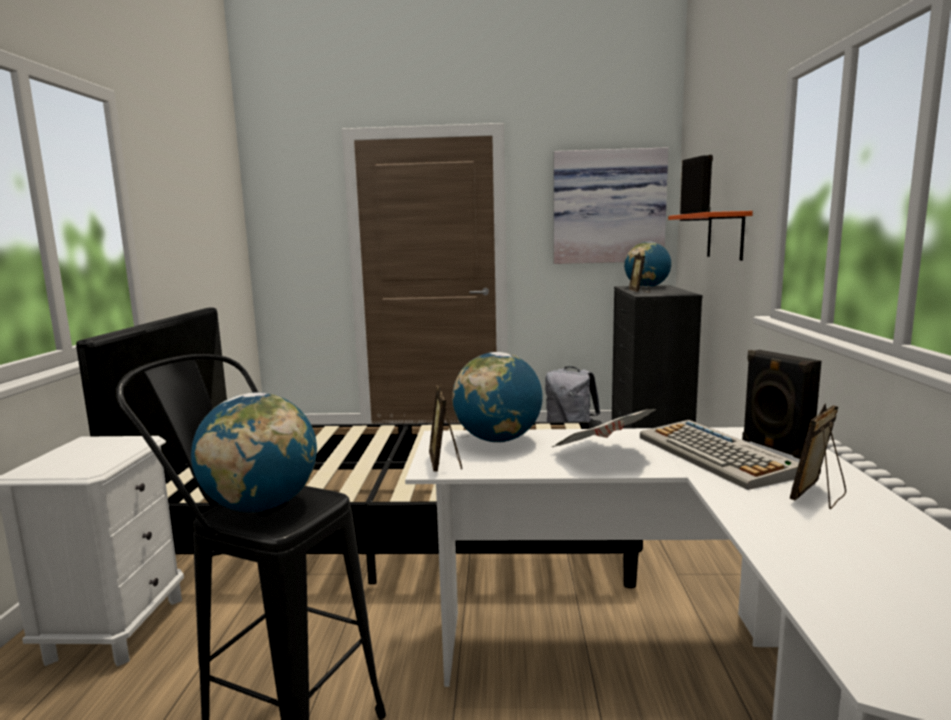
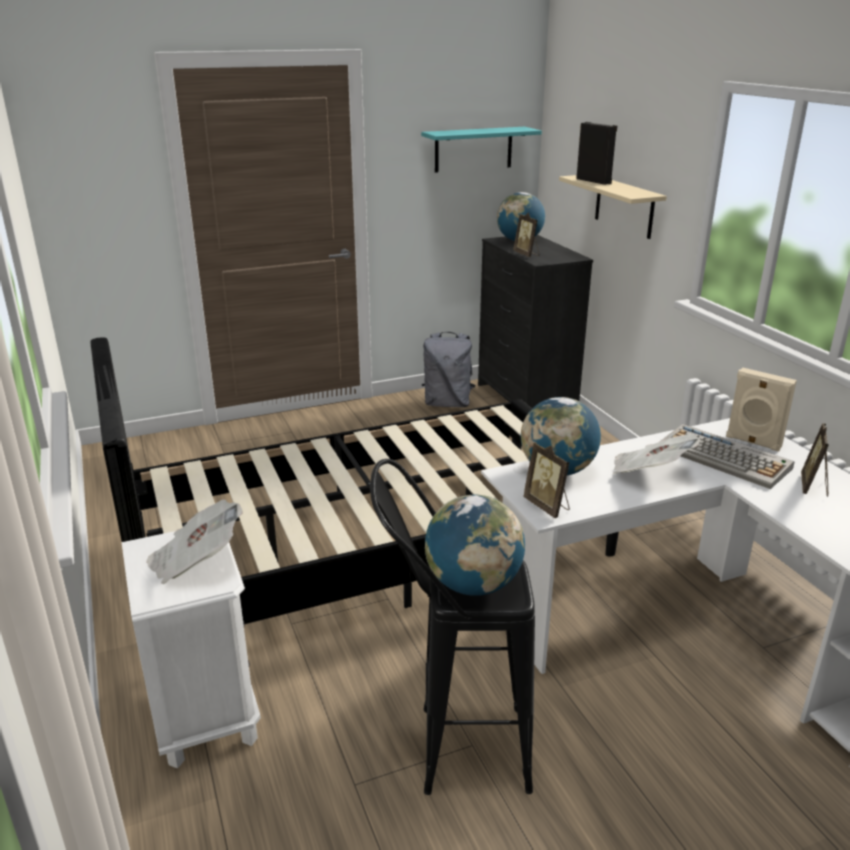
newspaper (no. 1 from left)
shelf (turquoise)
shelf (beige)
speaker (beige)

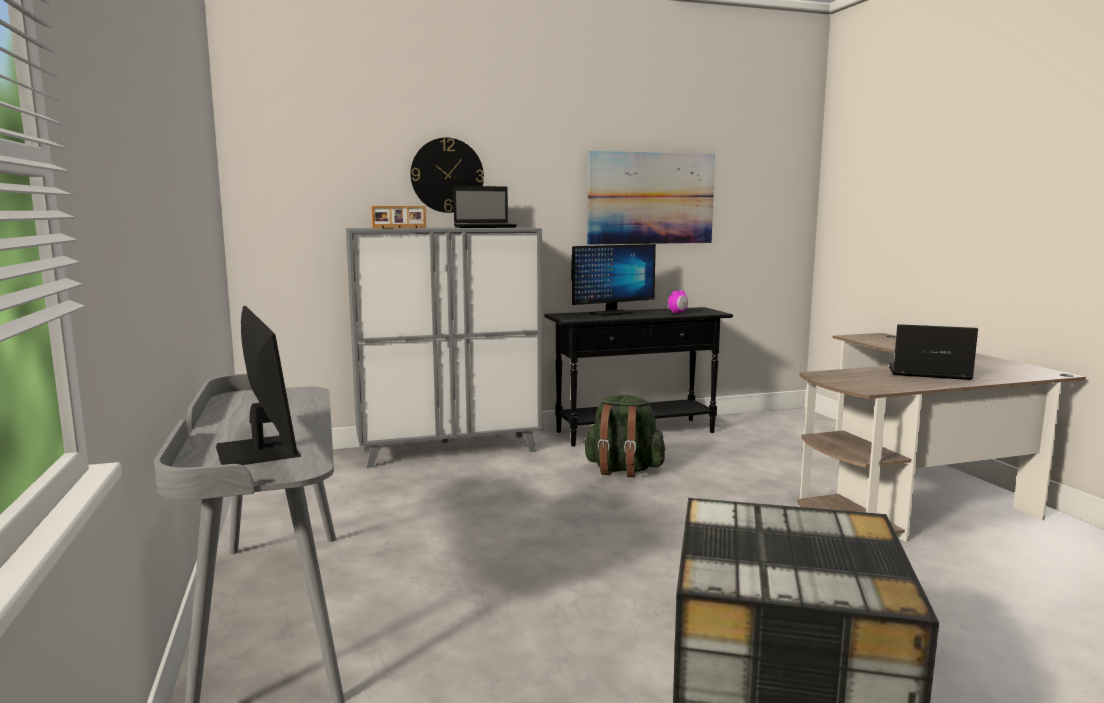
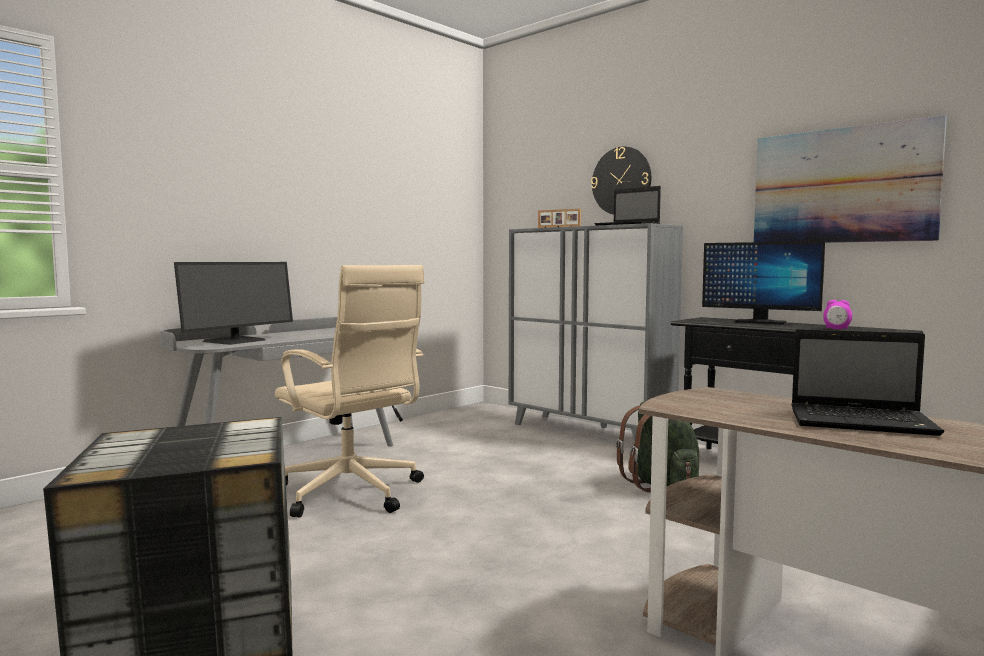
office chair (beige)
laptop (no. 2 from left)

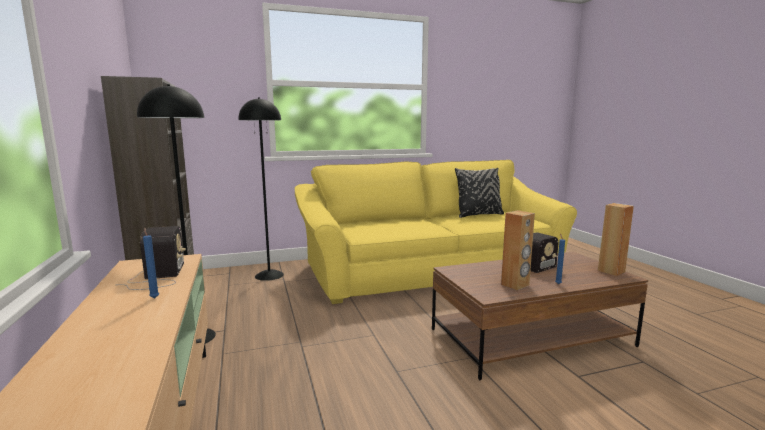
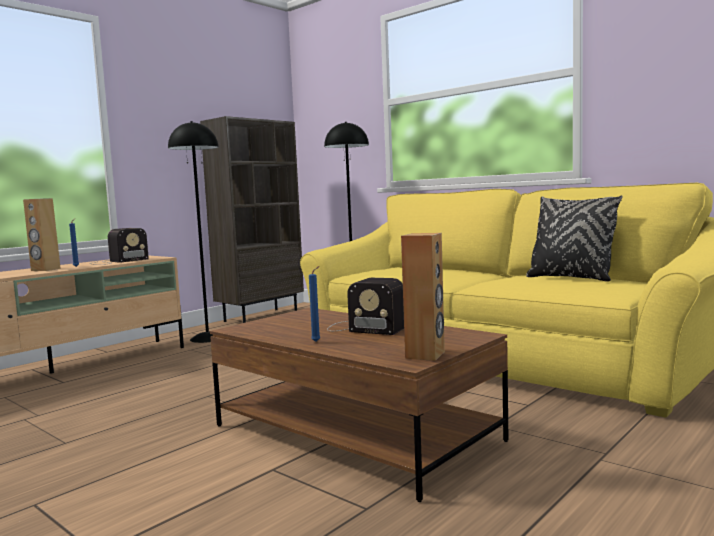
speaker (brown) (no. 1 from left)

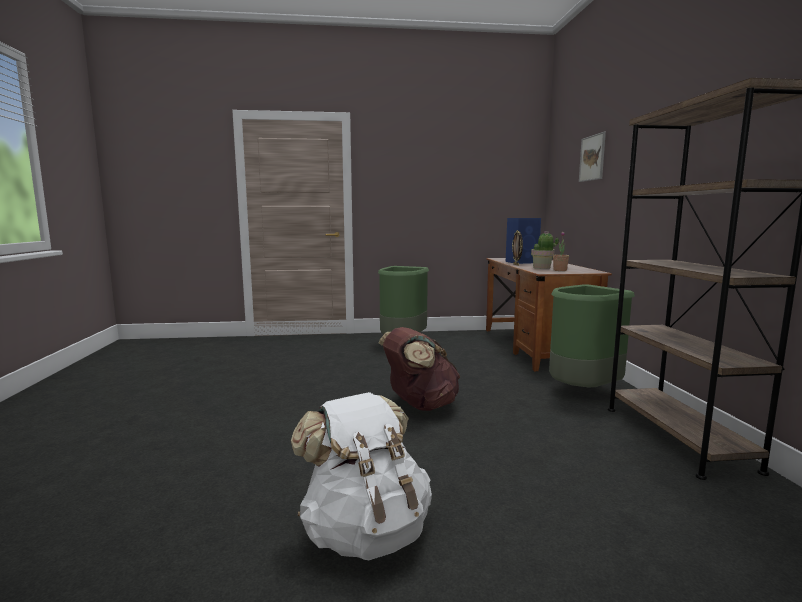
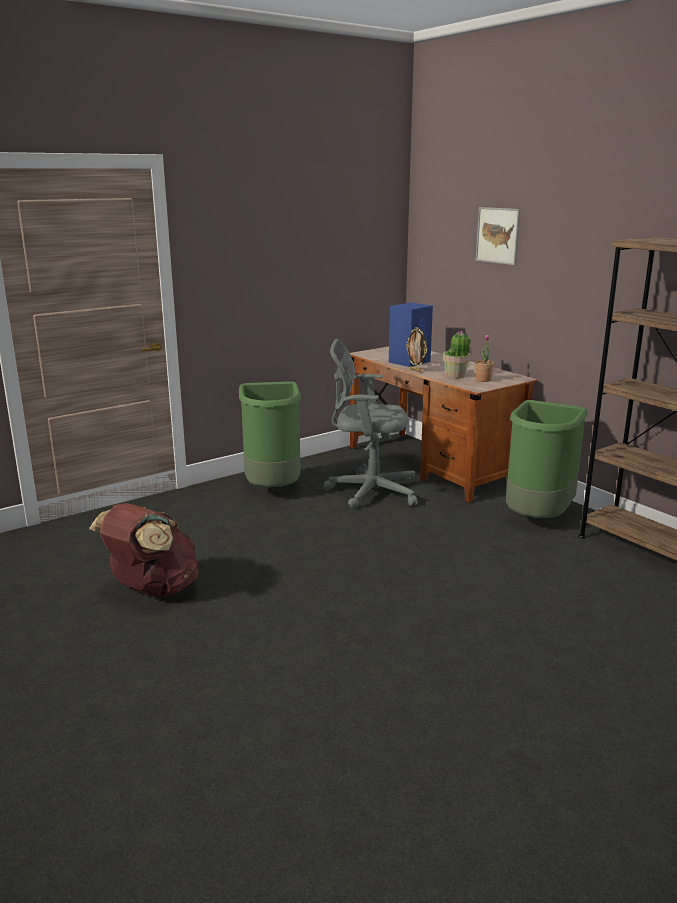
backpack (white)
office chair (grey)
backpack (brown)

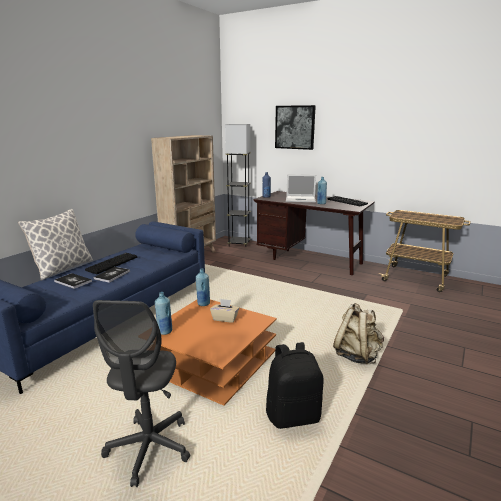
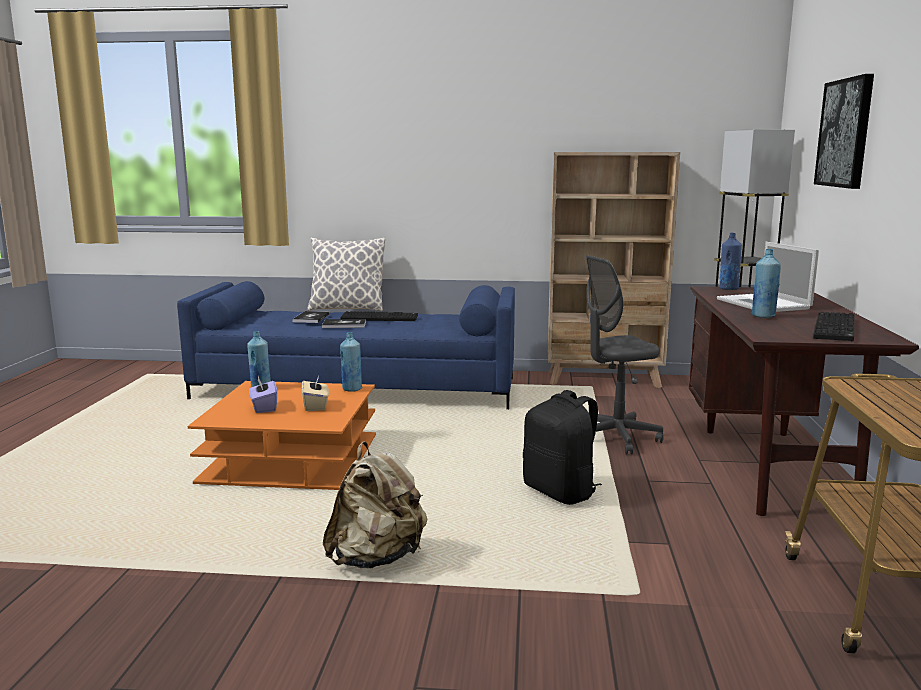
tissue box (purple)
office chair (grey)
backpack (black)

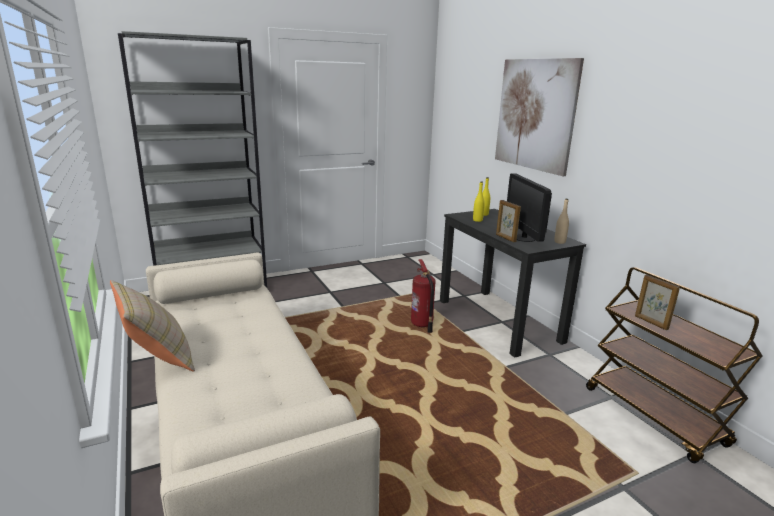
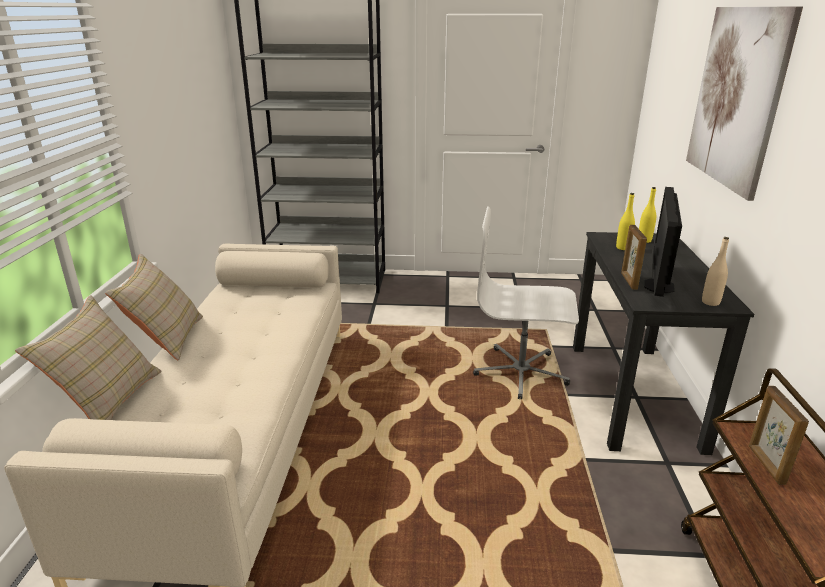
pillow (beige) (no. 1 from left)
office chair (white)

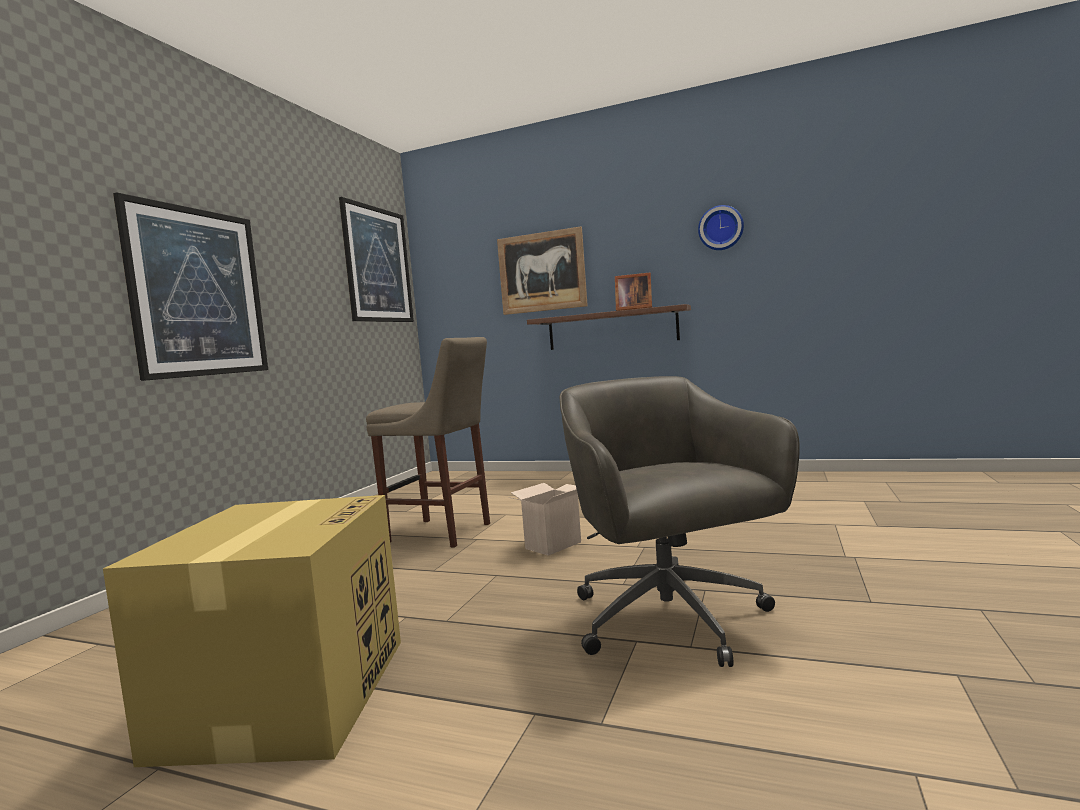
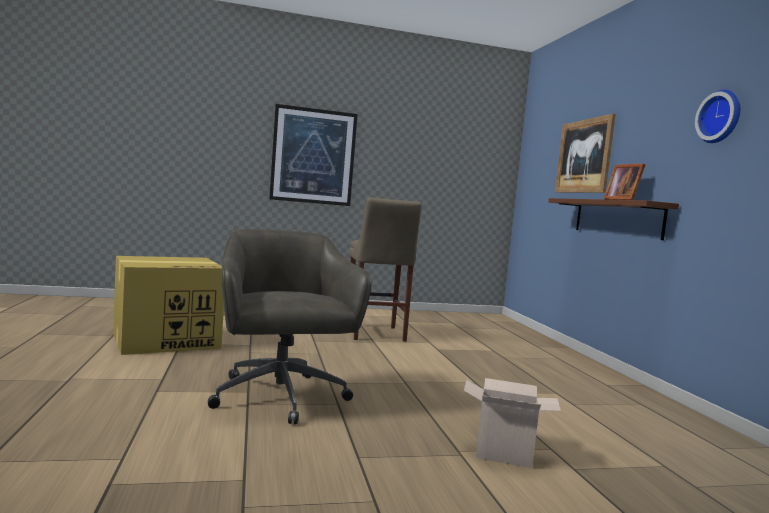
picture (no. 2 from left in the first image)
cardboard box (no. 2 from left)
office chair (grey)

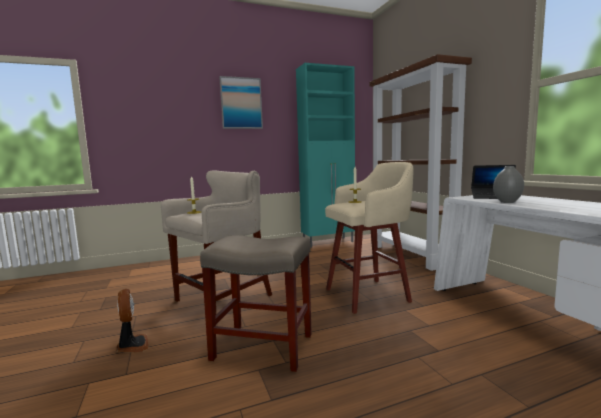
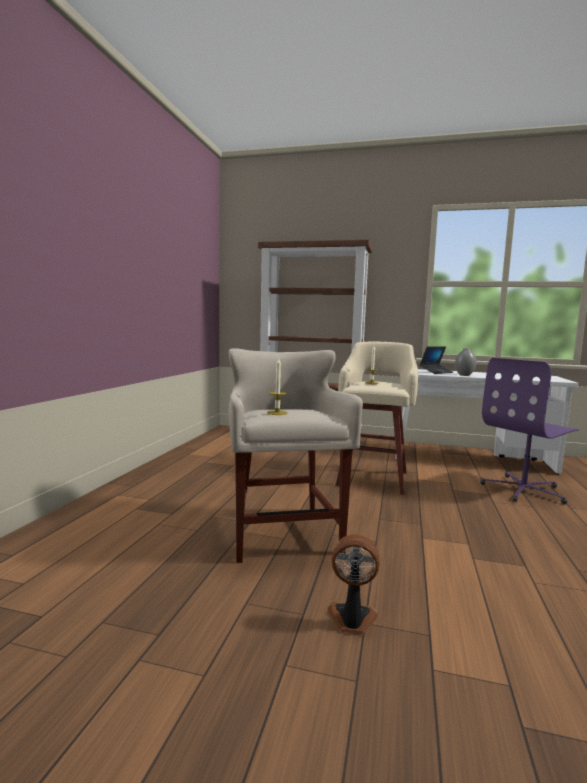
stool (beige) (no. 2 from left in the first image)
picture
cabinet (turquoise)
office chair (purple)

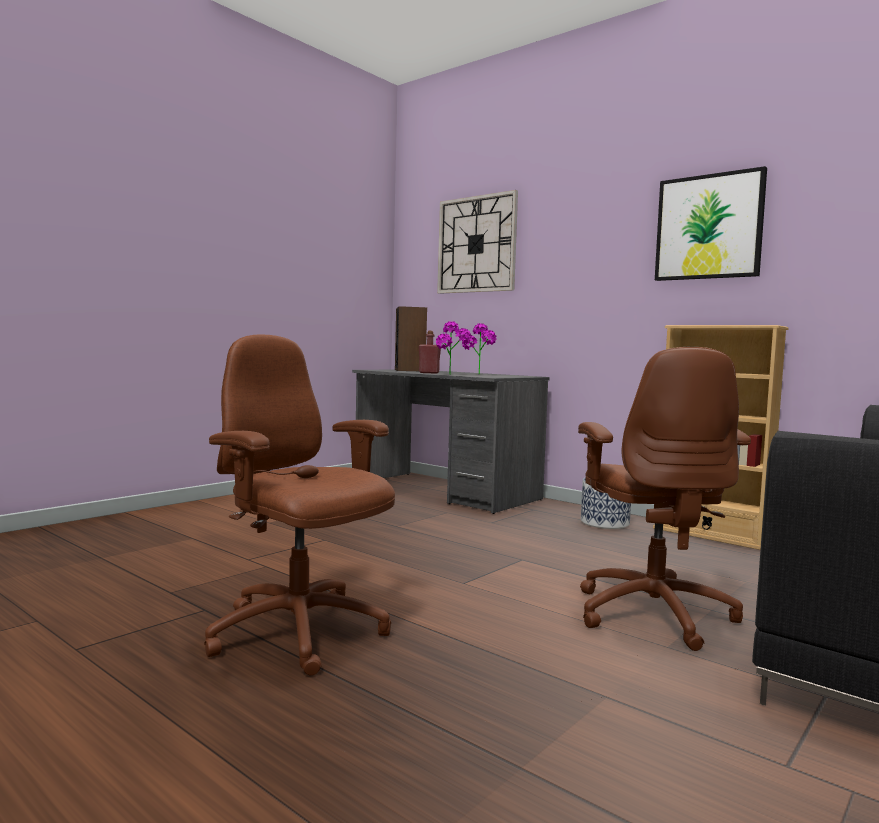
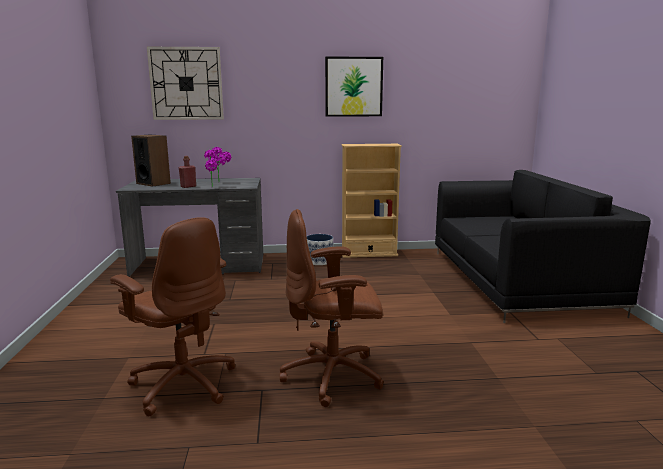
office chair (brown) (no. 1 from left)

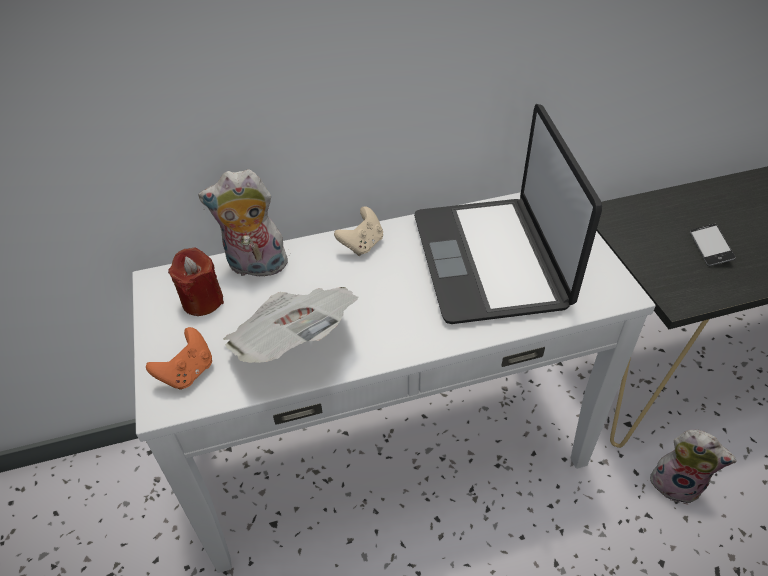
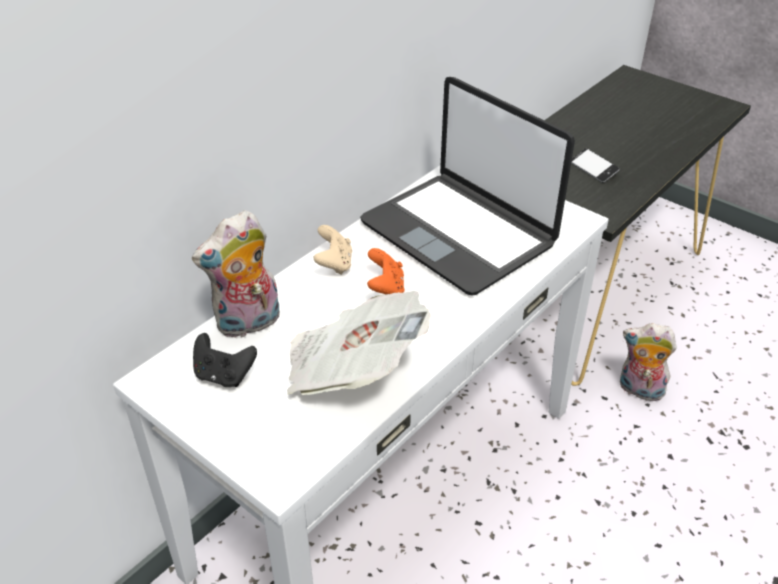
game controller (orange)
game controller (black)
plush toy (no. 2 from left)

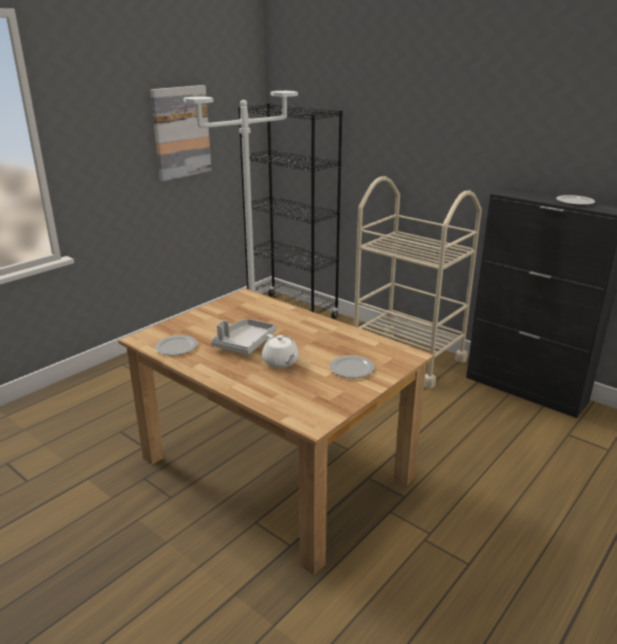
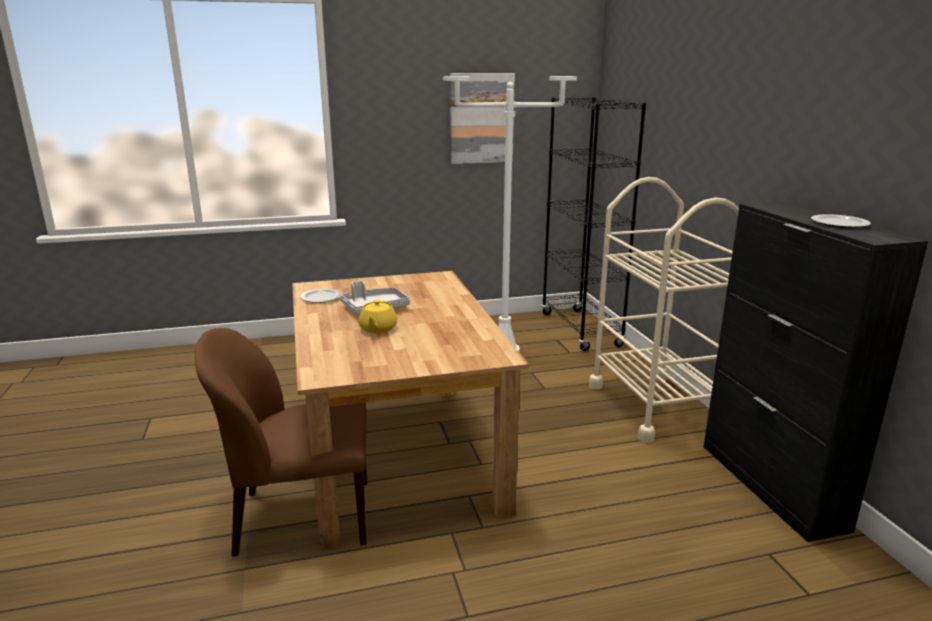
plate (no. 2 from left in the first image)
chair (brown)
teapot (yellow)

